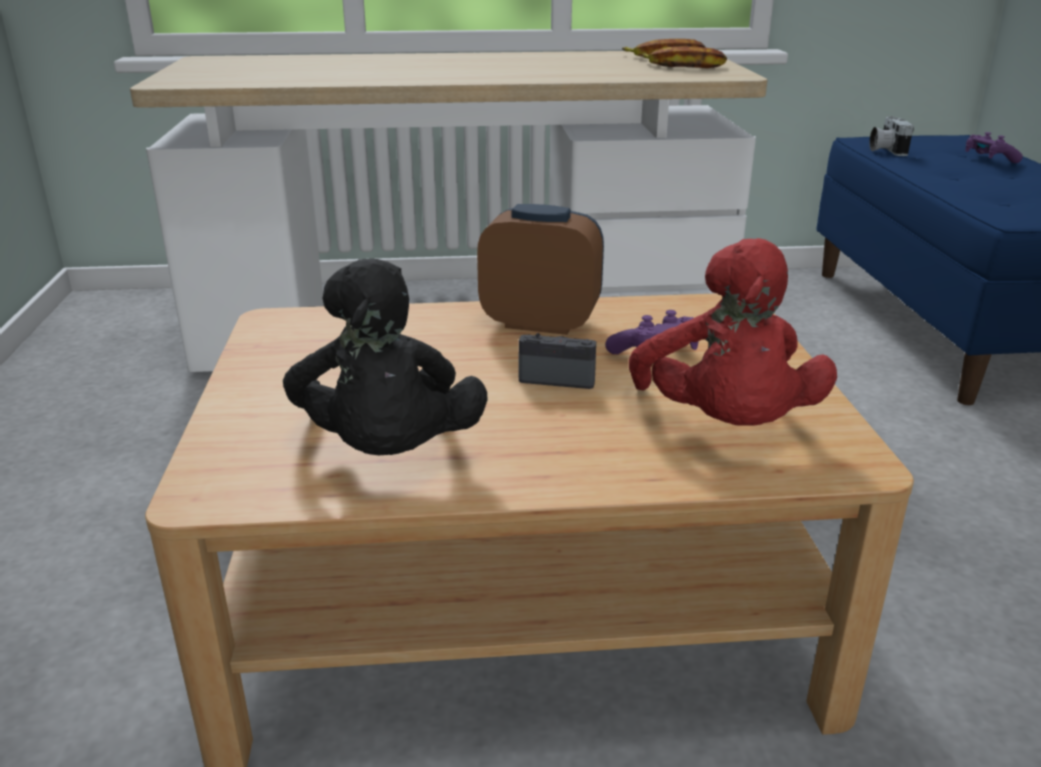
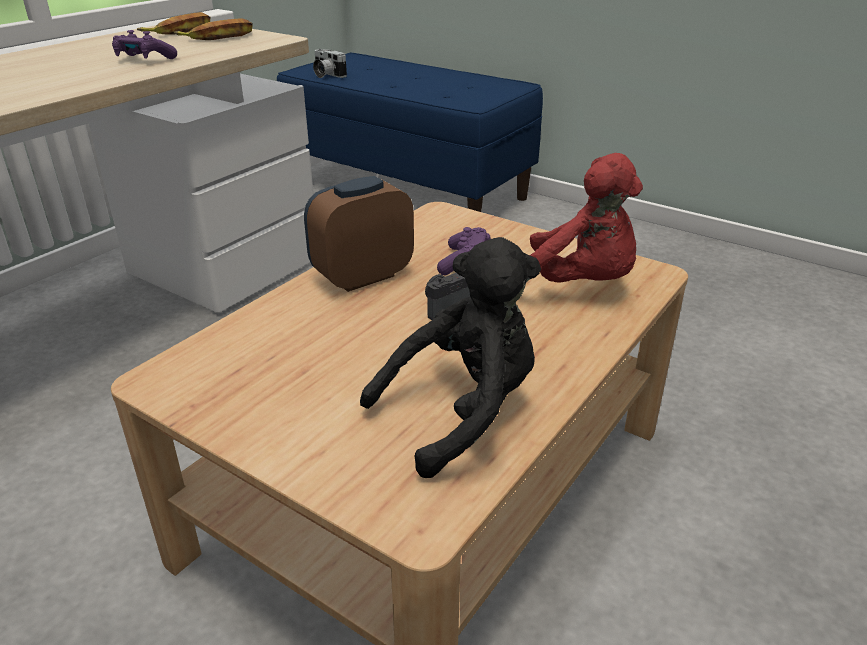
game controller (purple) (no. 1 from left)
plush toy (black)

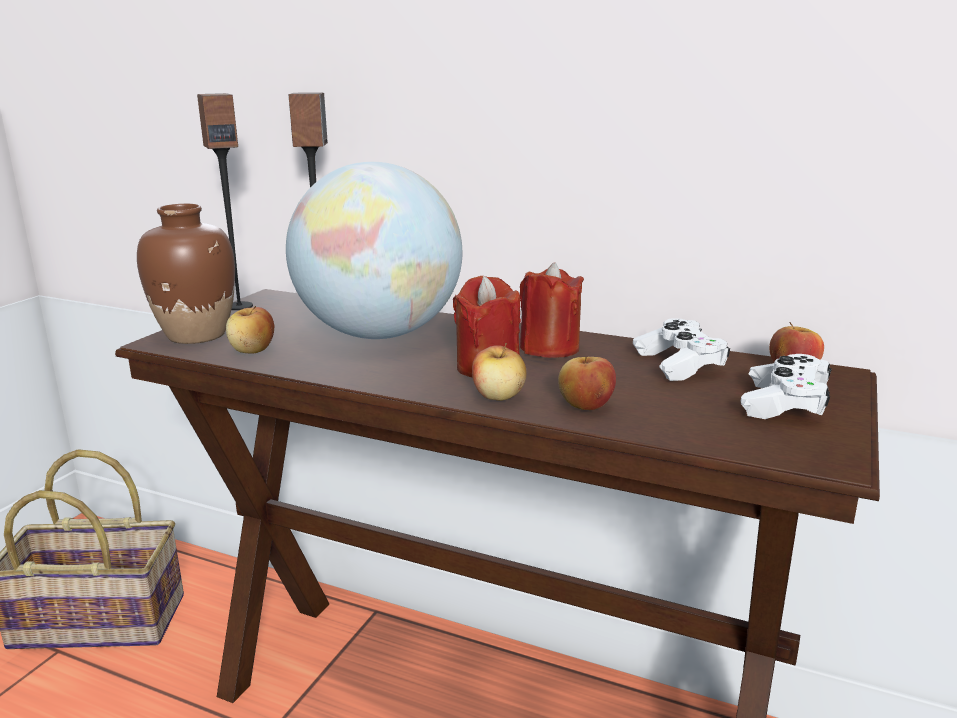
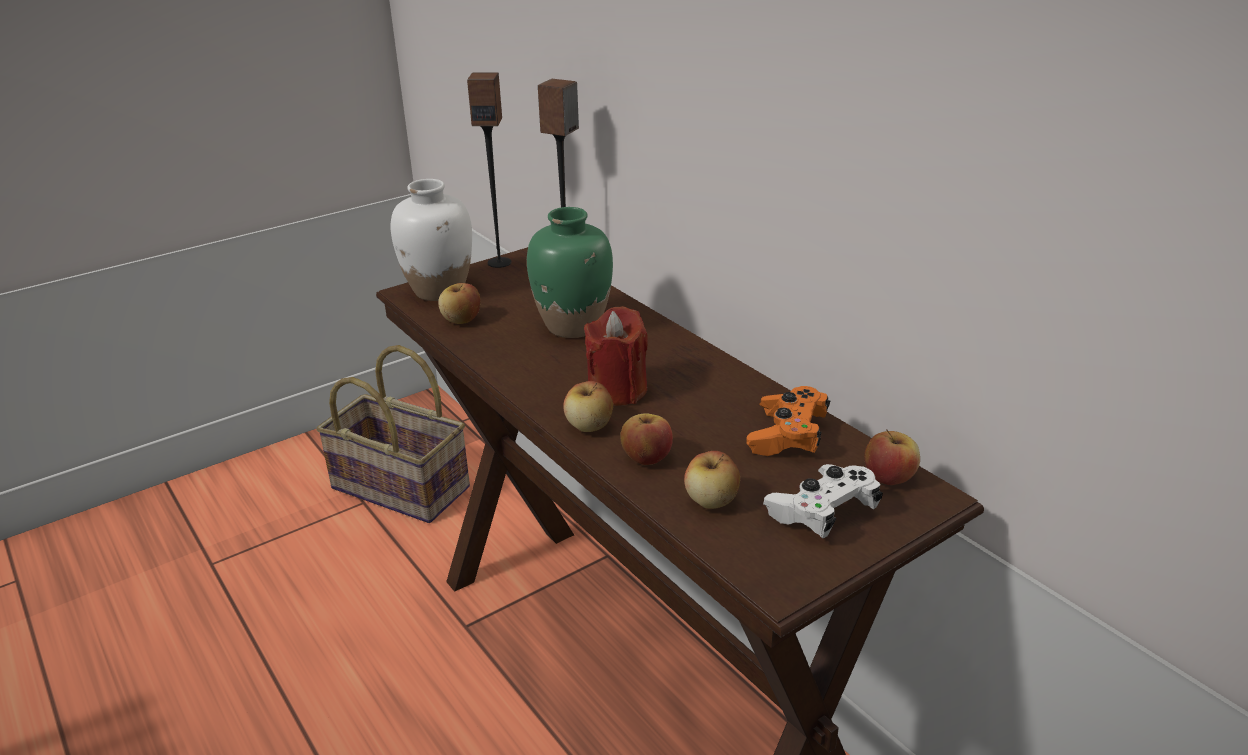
candle (red) (no. 2 from left in the first image)
apple (no. 4 from left)
vase (green)
vase (white)
game controller (orange)

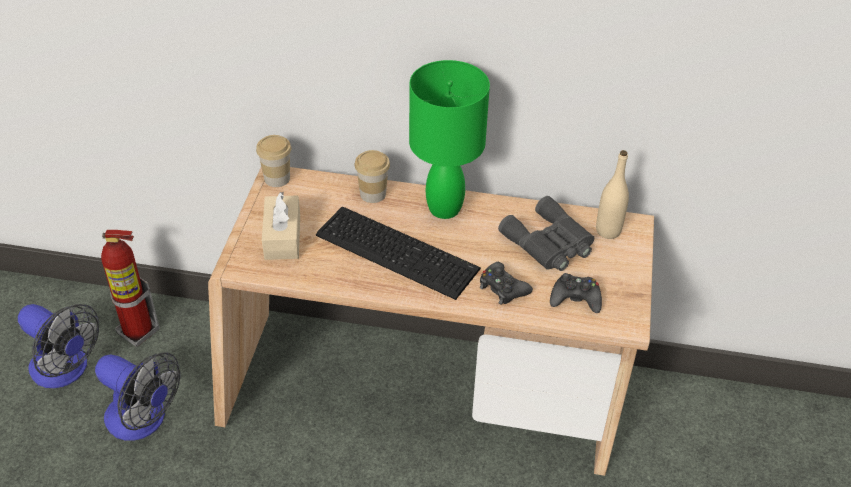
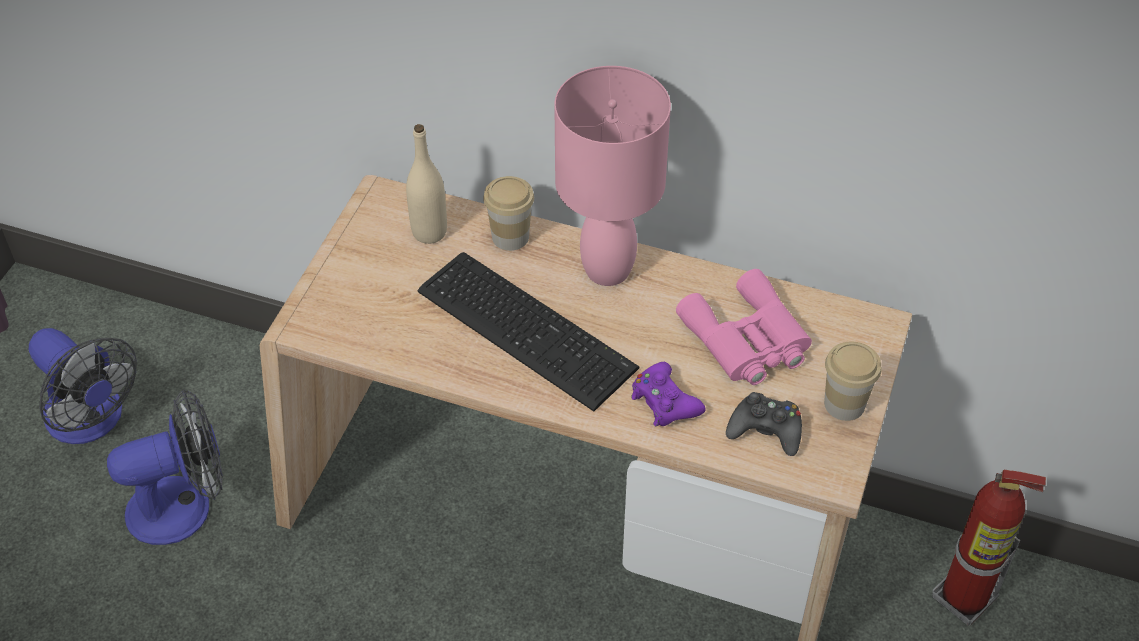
tissue box (beige)
fire extinguisher
cup (no. 2 from left)
bottle (beige)
table lamp (pink)
game controller (purple)
binoculars (pink)
fan (no. 2 from left)

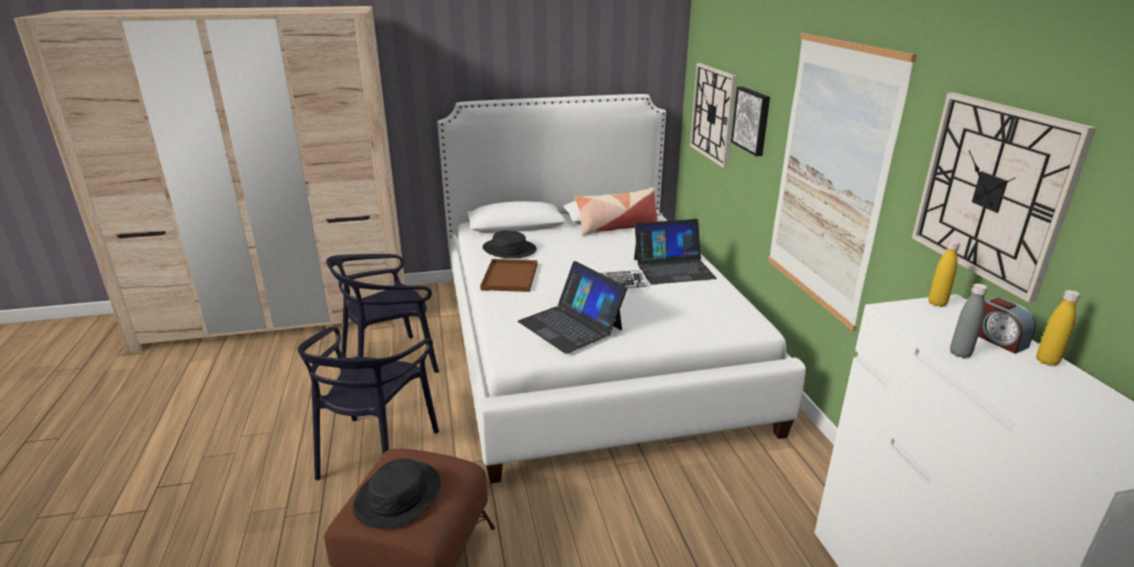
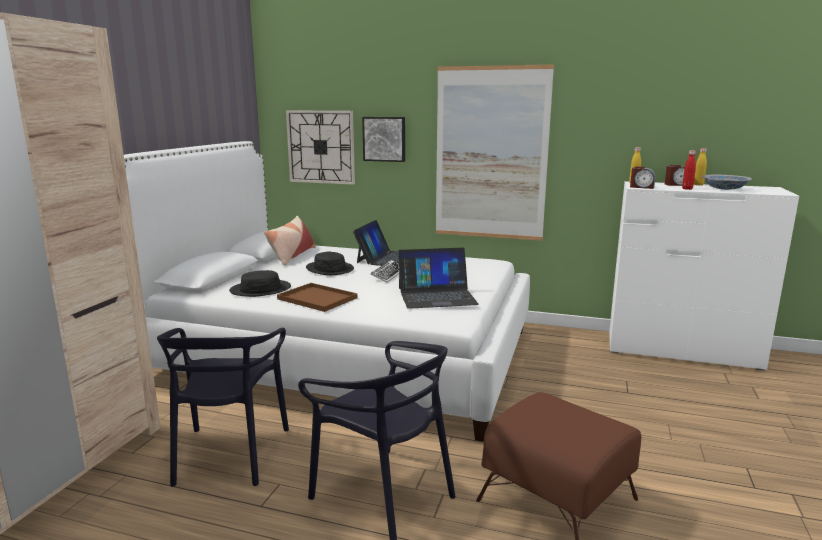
wall clock (no. 2 from left in the first image)
alarm clock (no. 1 from left)
bowl
hat (black) (no. 2 from left)
bottle (red)

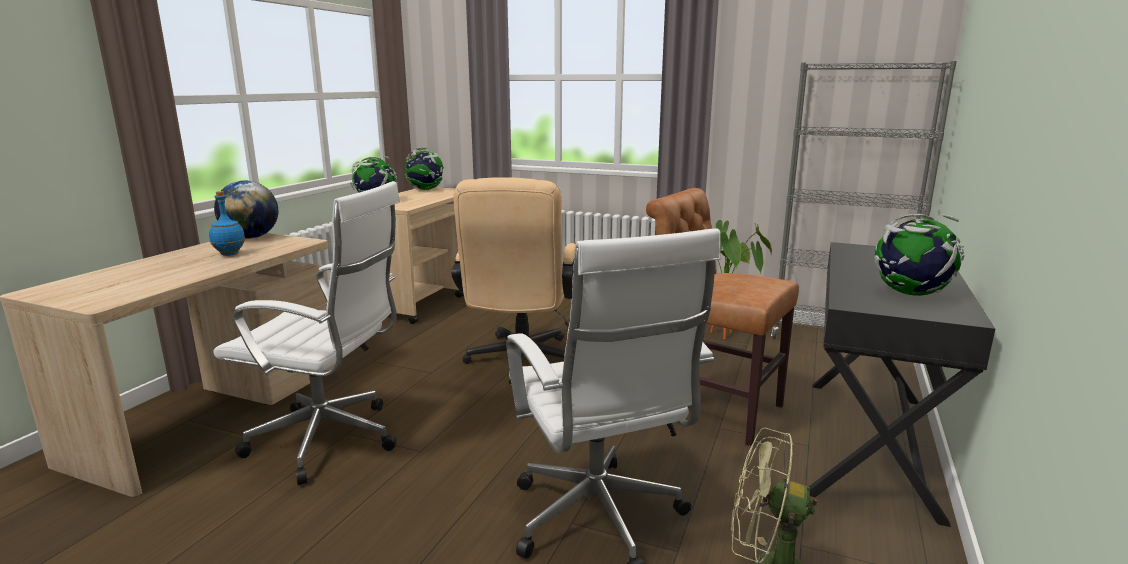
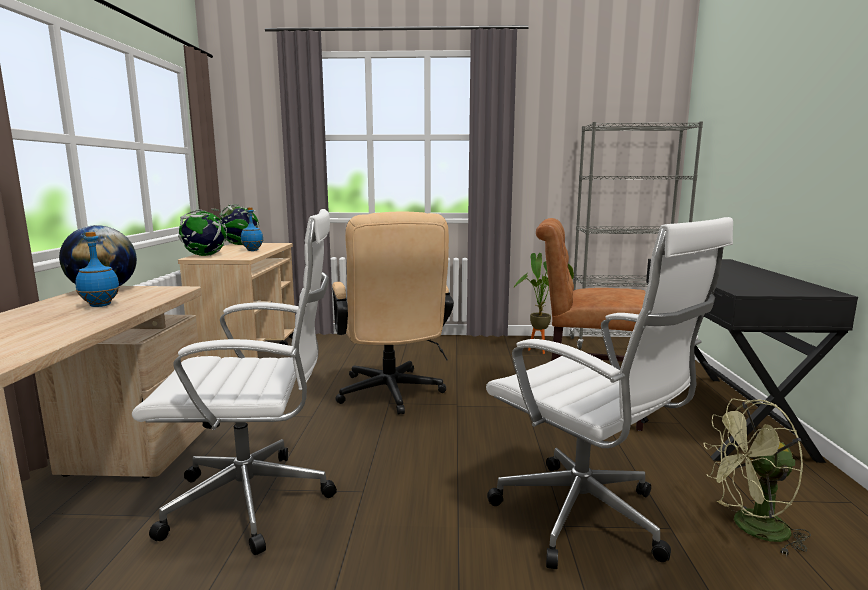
globe (no. 4 from left in the first image)
bottle (blue) (no. 2 from left)

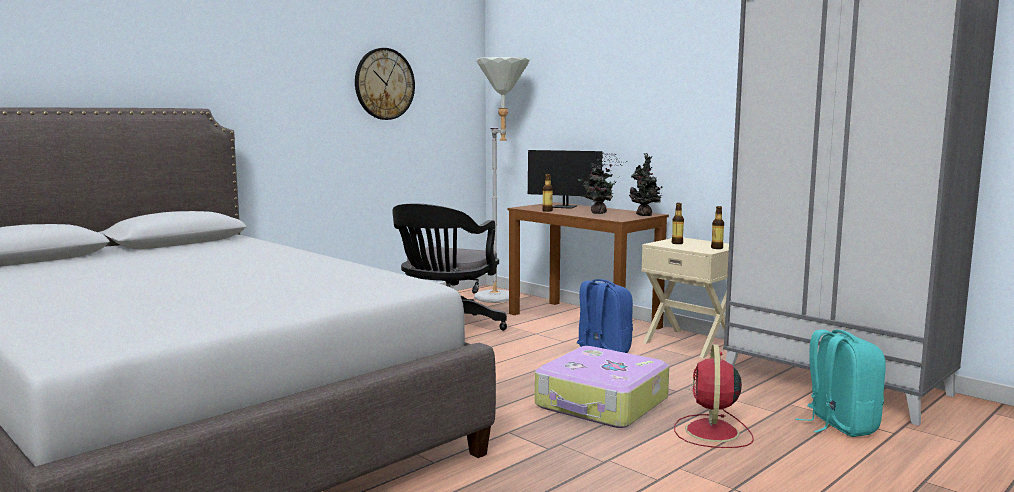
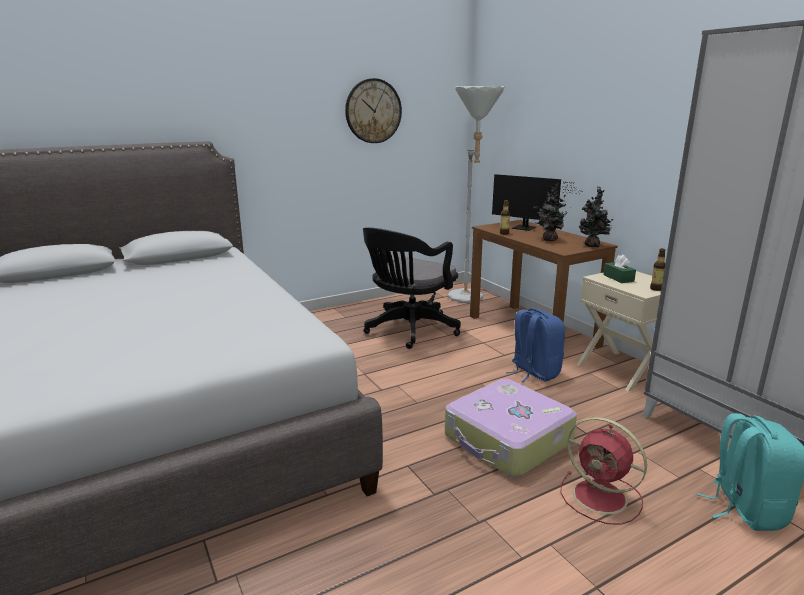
tissue box (green)
fan (red)

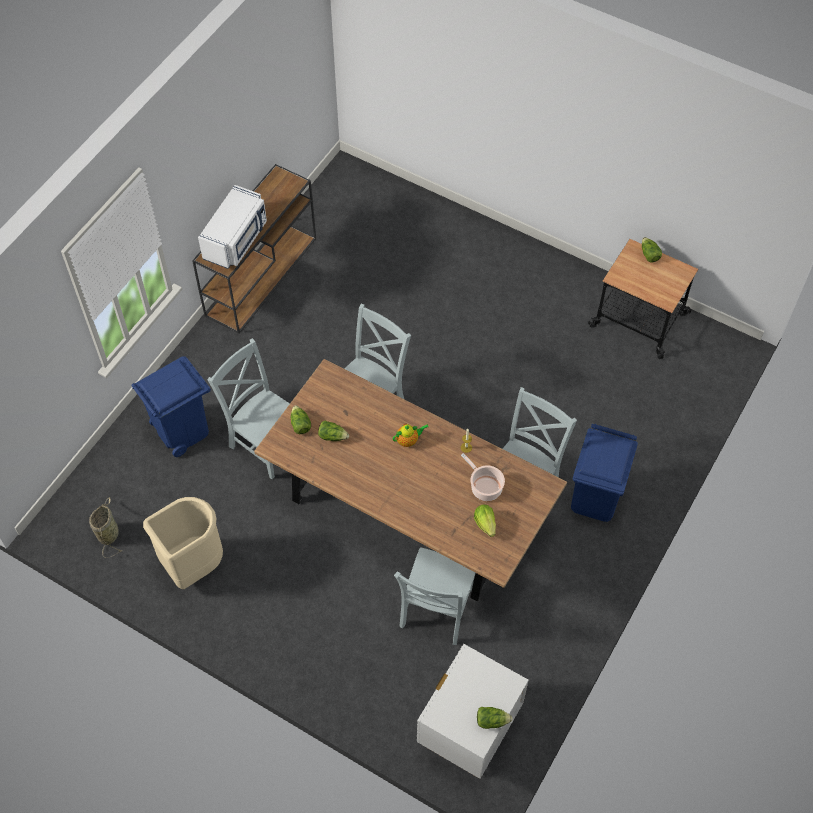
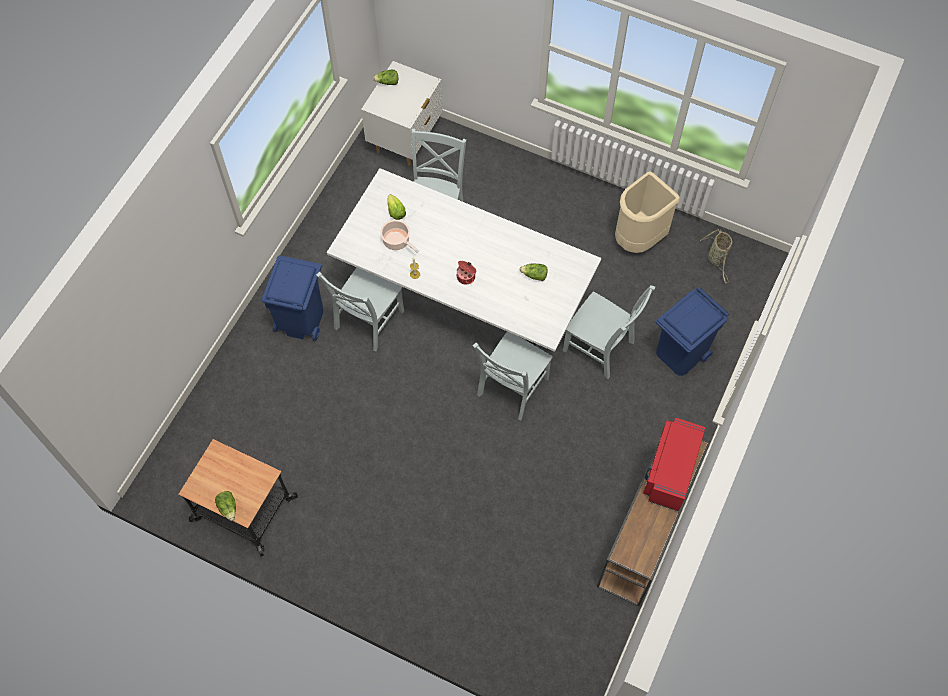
lettuce (no. 1 from left in the first image)
cooking pot (no. 2 from left)
microwave (red)
dining table (white)

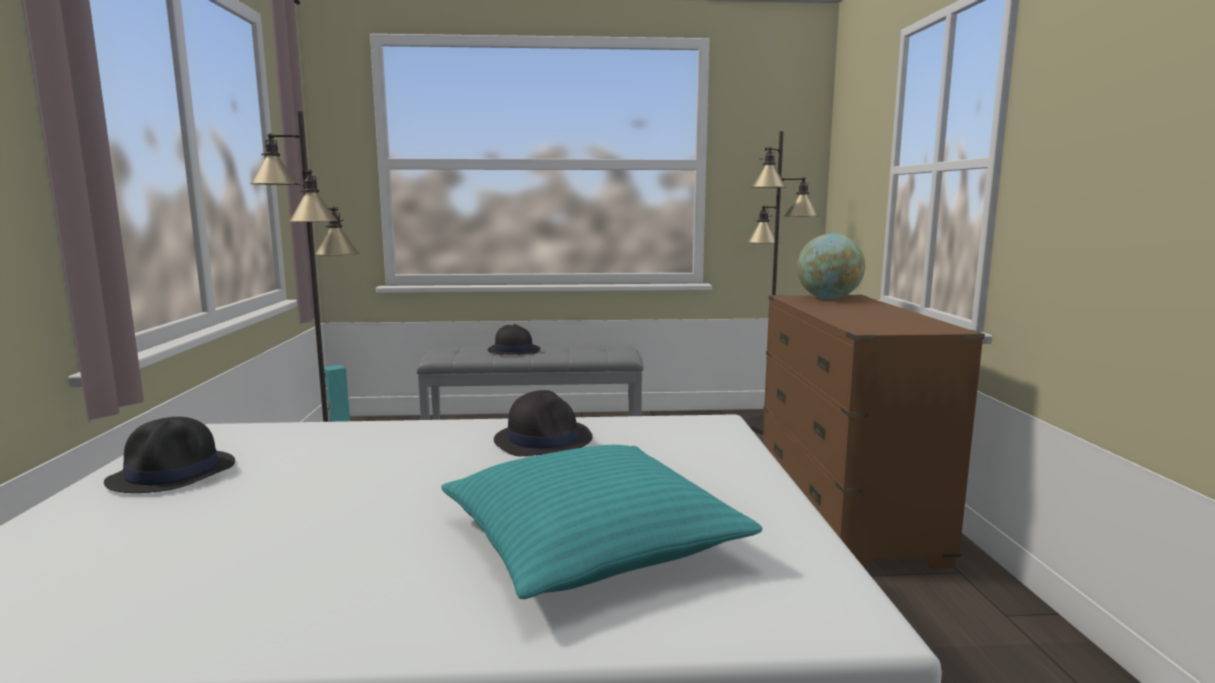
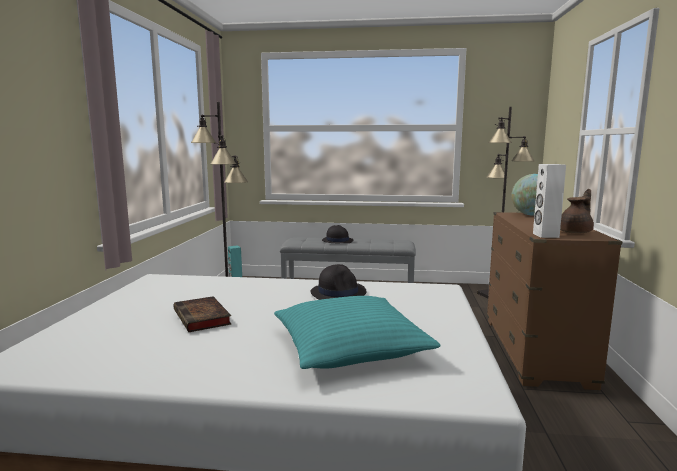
hat (black) (no. 1 from left in the first image)
book
speaker (white)
teapot (brown)

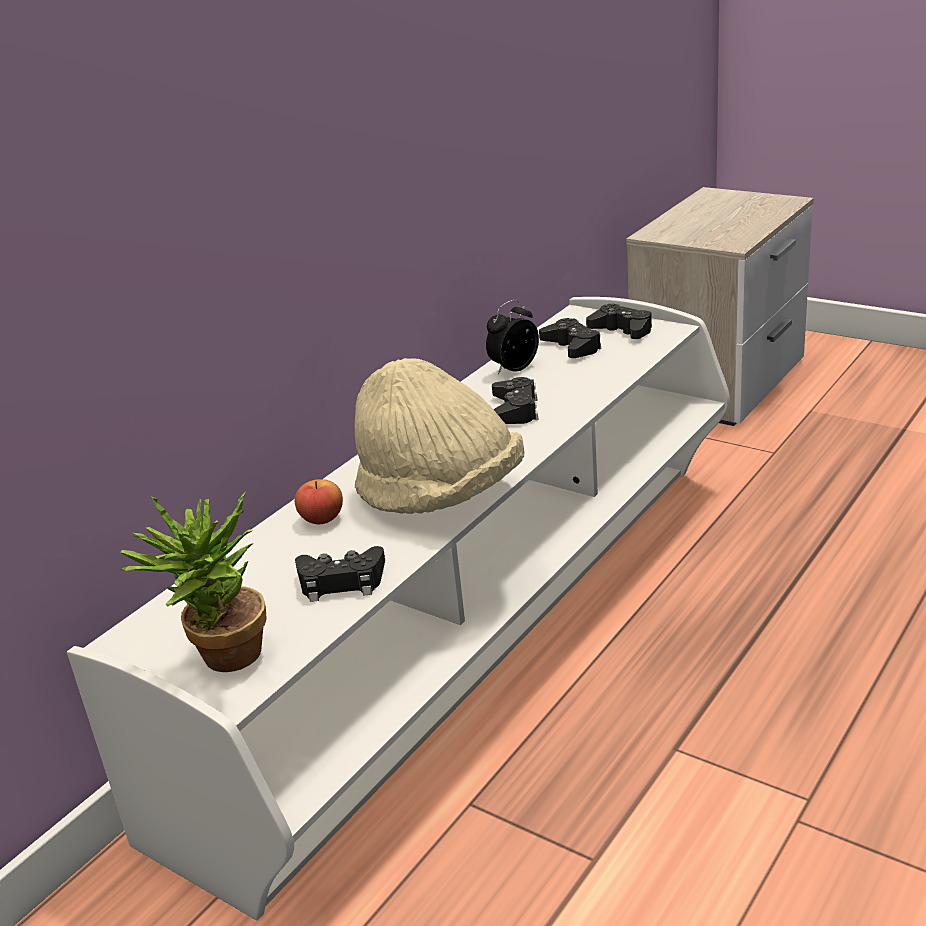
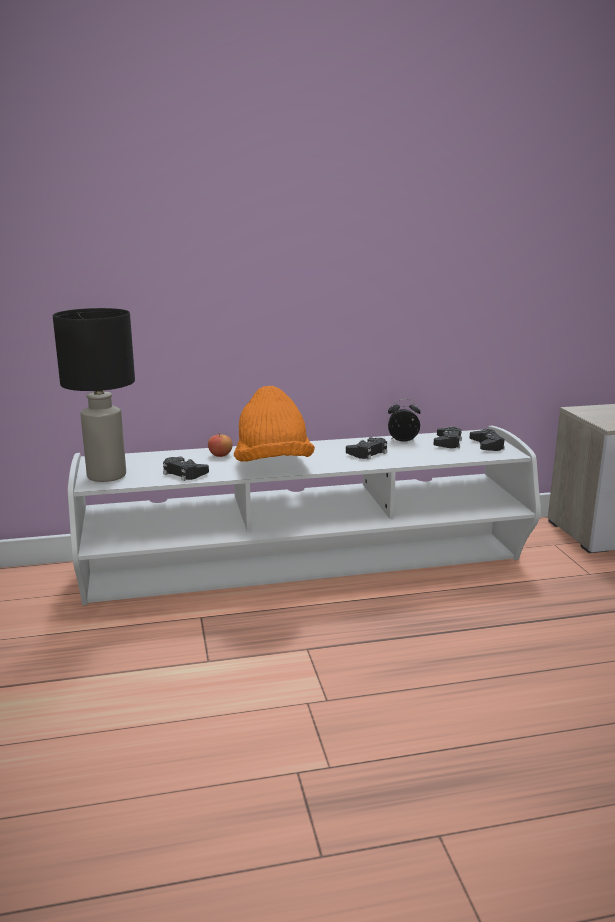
table lamp (black)
hat (orange)

